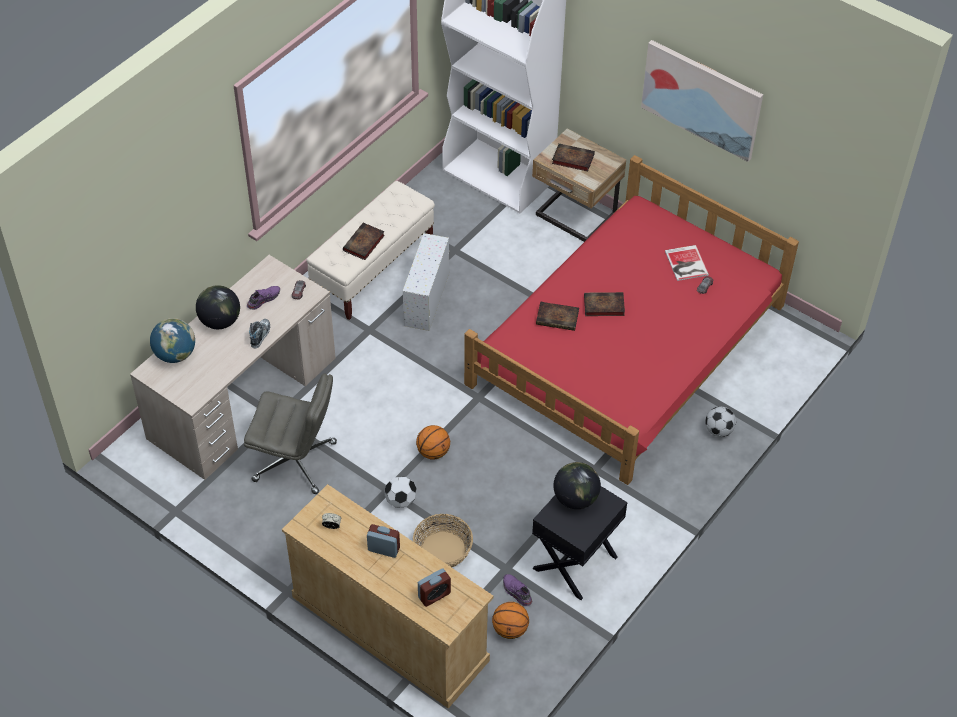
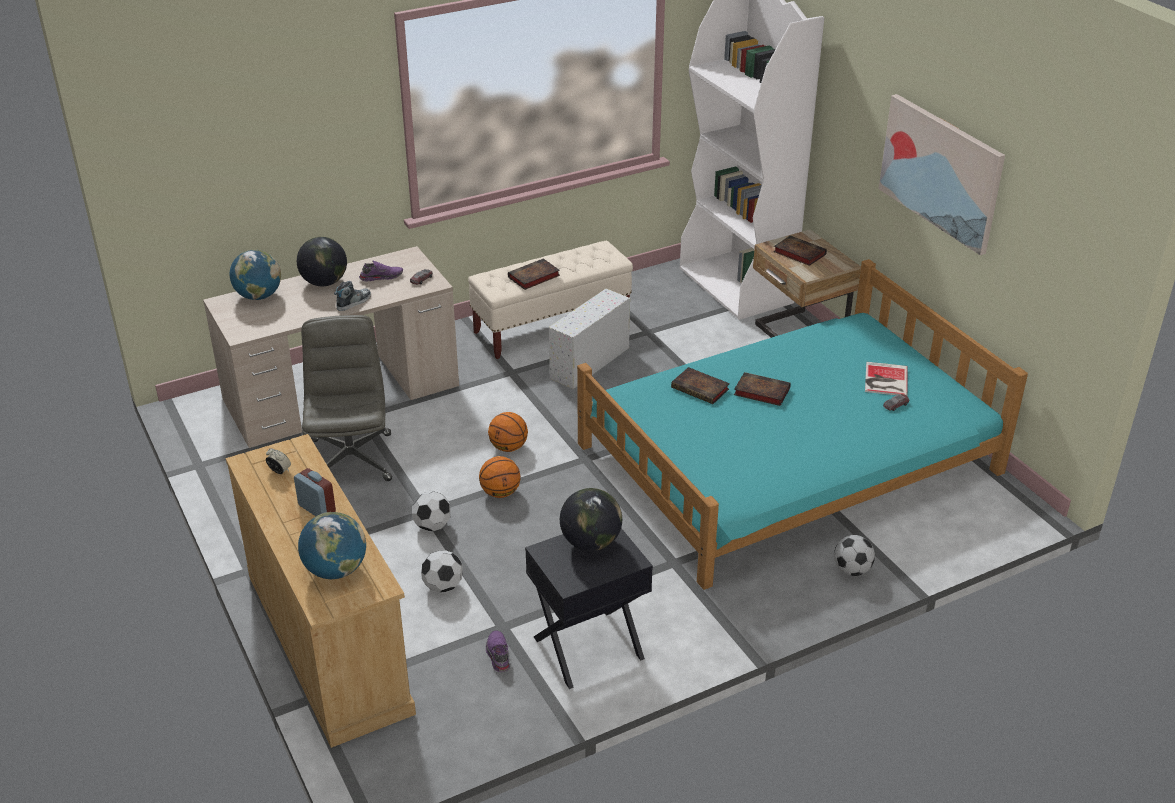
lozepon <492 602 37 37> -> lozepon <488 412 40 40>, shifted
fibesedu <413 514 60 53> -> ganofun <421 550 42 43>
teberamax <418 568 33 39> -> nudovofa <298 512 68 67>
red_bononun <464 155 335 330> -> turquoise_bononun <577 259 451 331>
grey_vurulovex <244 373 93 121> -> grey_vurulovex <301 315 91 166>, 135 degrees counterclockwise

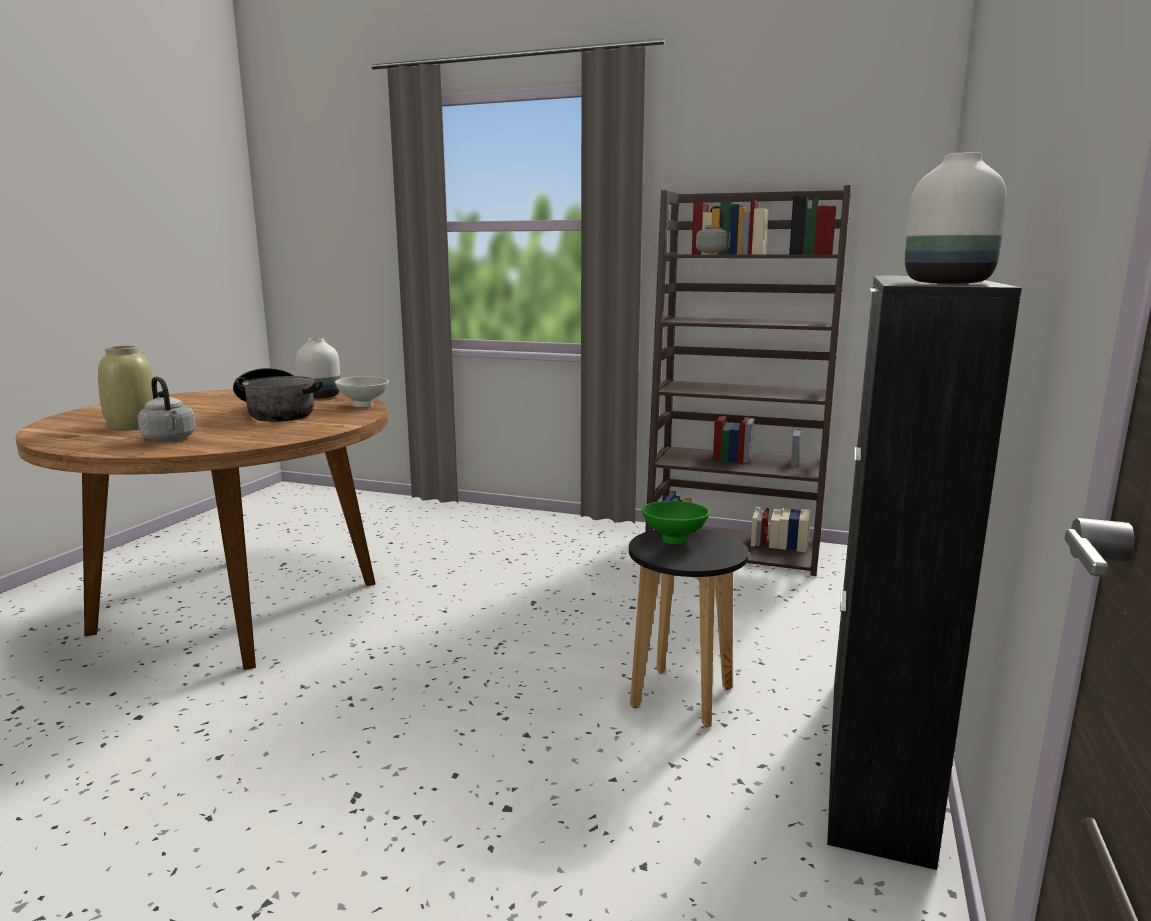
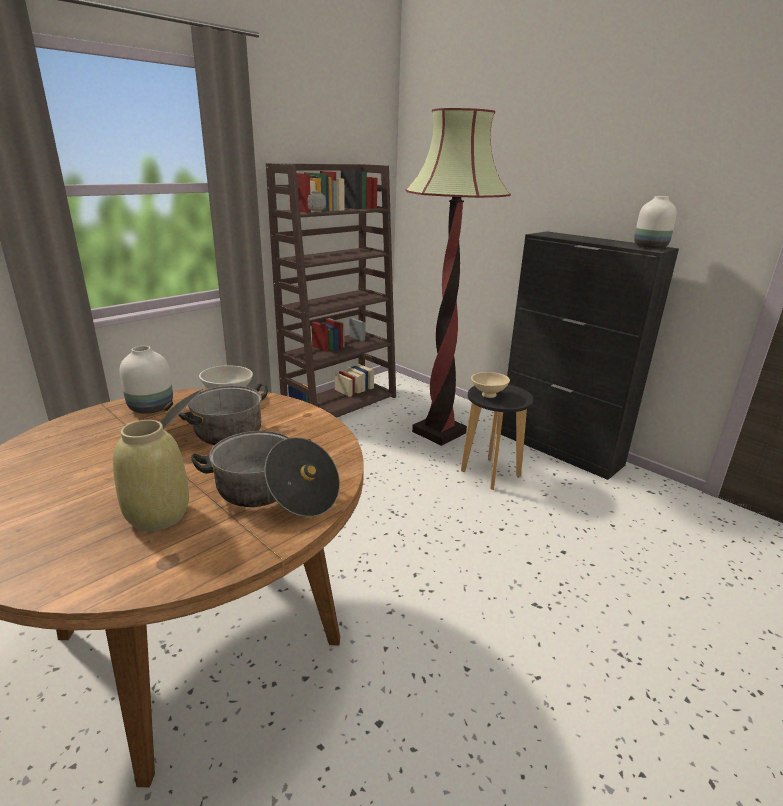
none -> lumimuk <406 108 105 338>
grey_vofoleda <137 377 59 65> -> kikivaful <191 431 149 86>
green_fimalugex <641 501 69 43> -> beige_fimalugex <471 372 39 26>

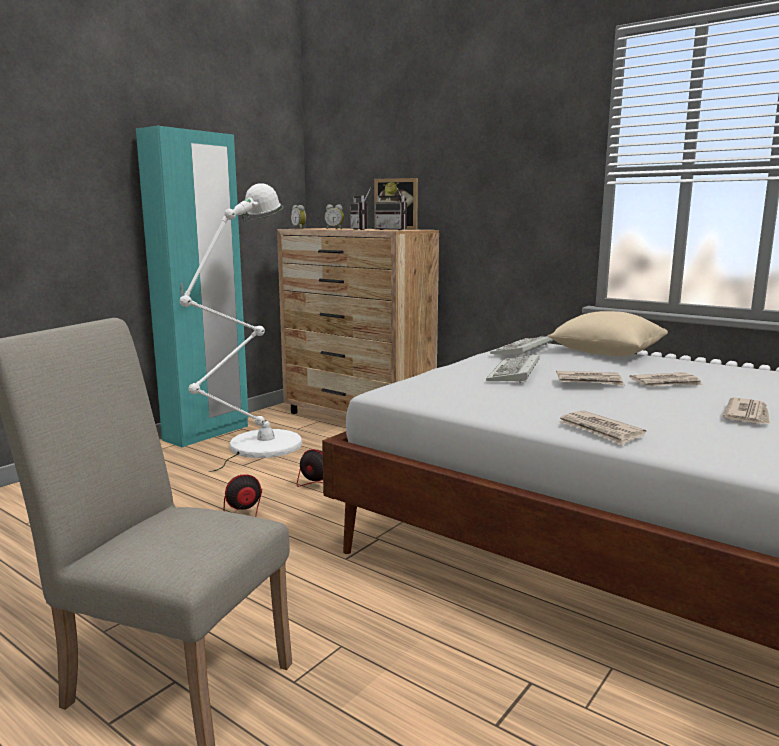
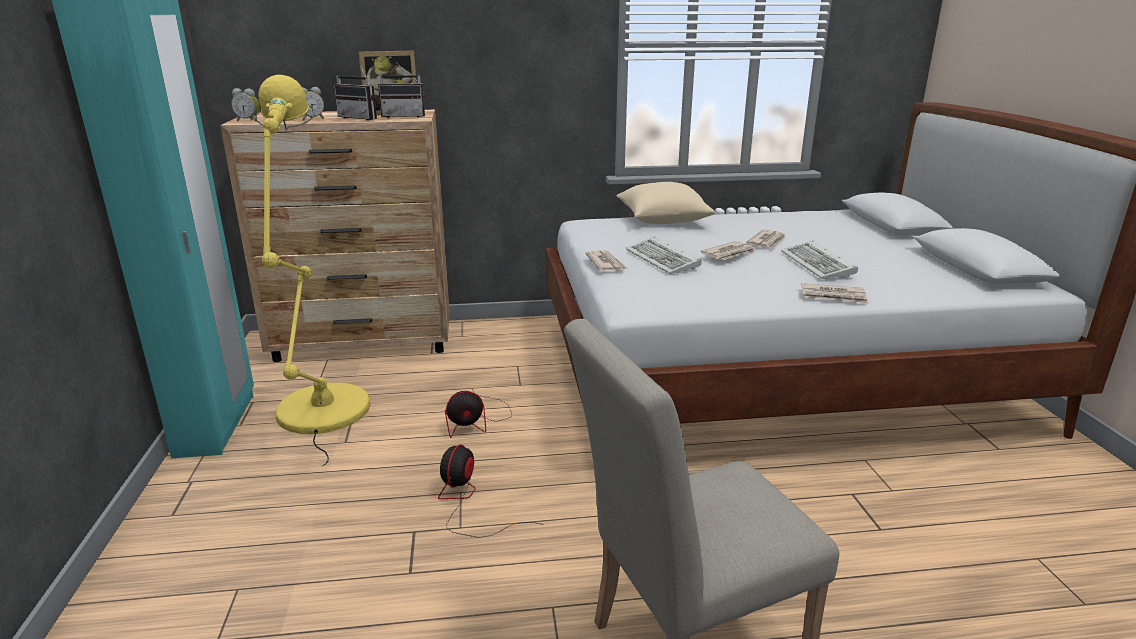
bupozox <490 336 63 21> -> bupozox <781 241 77 38>, shifted
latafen <723 397 47 27> -> latafen <585 251 43 20>, shifted
white_lumimuk <180 183 122 289> -> yellow_lumimuk <255 75 116 392>

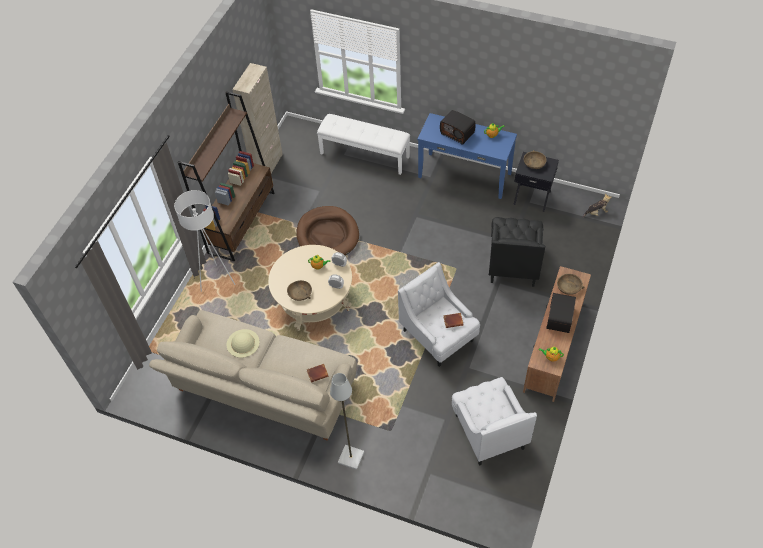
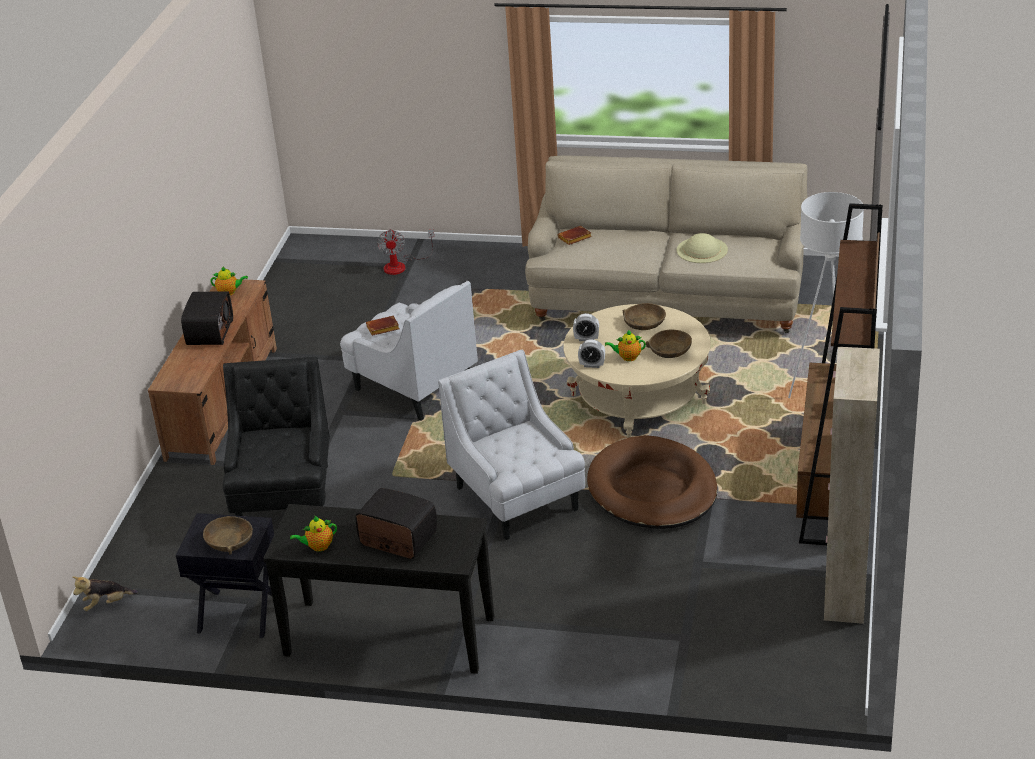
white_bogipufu <317 114 93 61> -> none
grey_lumimuk <330 373 34 97> -> none
none -> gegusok <377 229 57 46>
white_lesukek <452 377 85 89> -> white_lesukek <438 350 147 190>, shifted
brown_fimalugex <557 274 27 21> -> brown_fimalugex <646 330 46 28>, shifted
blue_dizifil <417 113 100 86> -> black_dizifil <263 504 231 170>

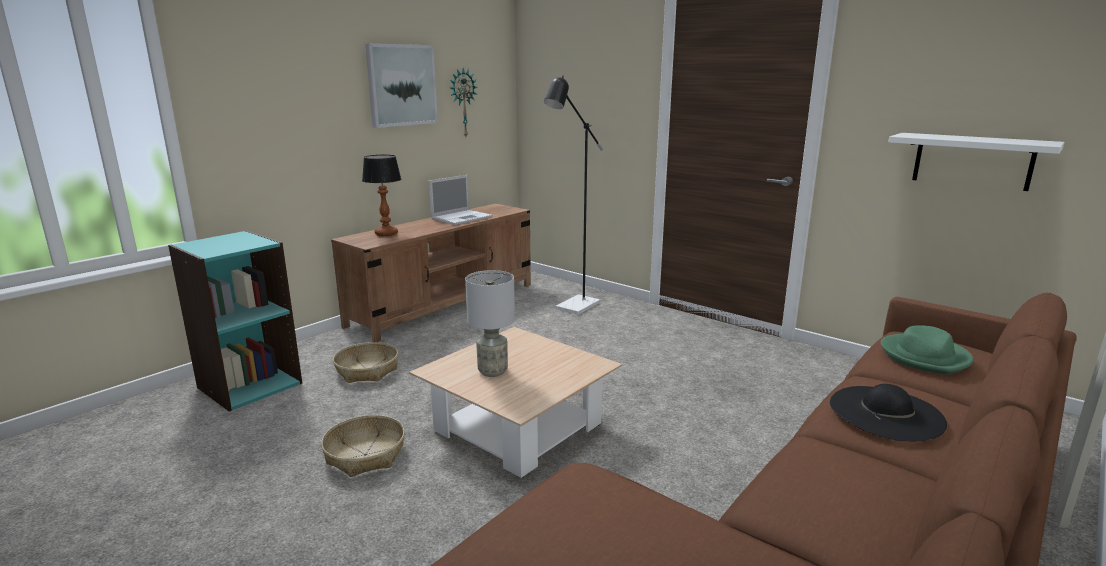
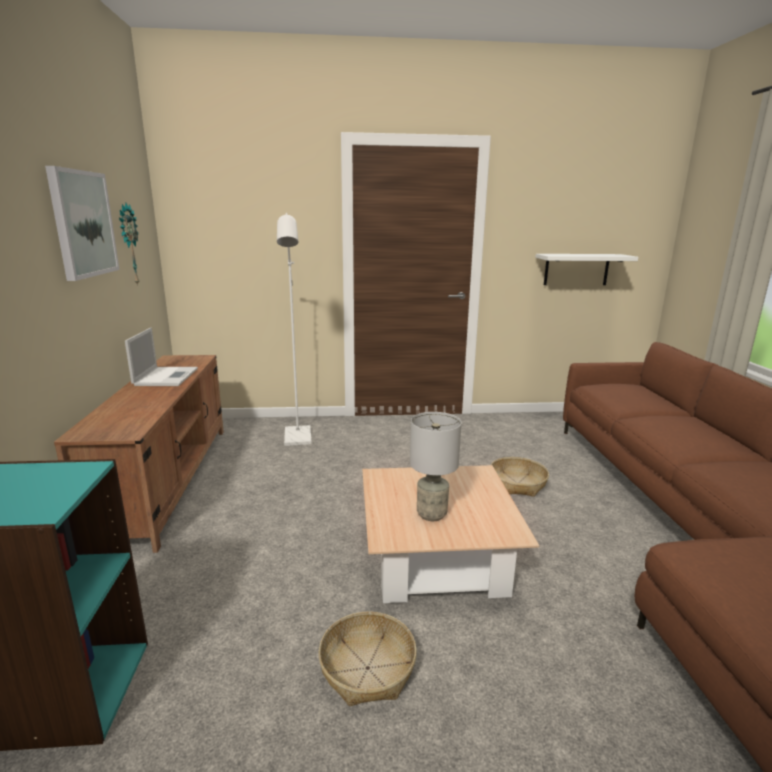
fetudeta <362 155 39 81> -> none
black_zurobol <830 384 117 58> -> none
green_zurobol <881 325 93 50> -> none
fibesedu <333 342 65 41> -> fibesedu <491 457 58 40>, shifted
black_lumimuk <544 75 59 240> -> white_lumimuk <277 213 35 233>

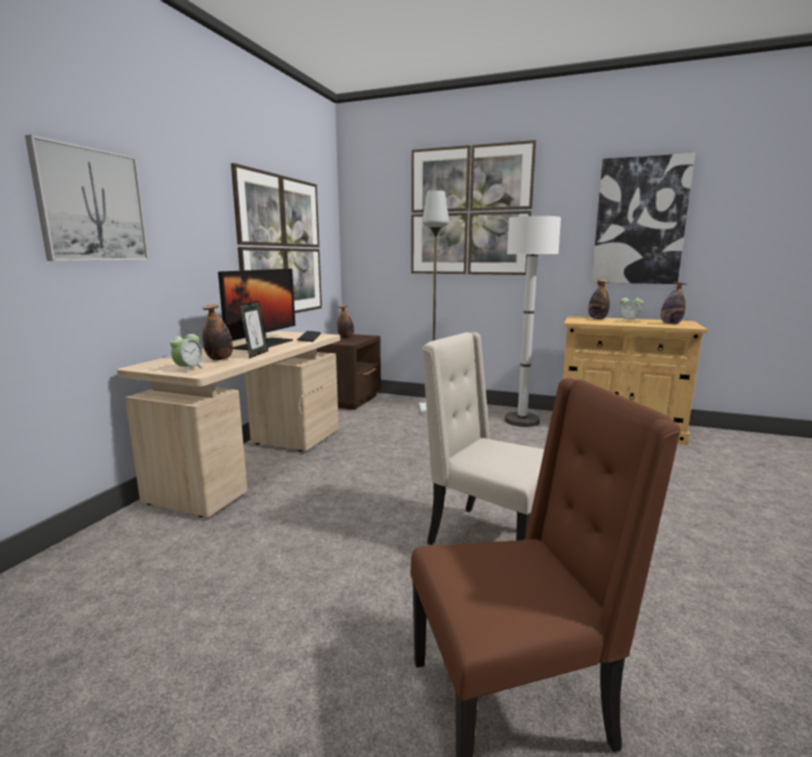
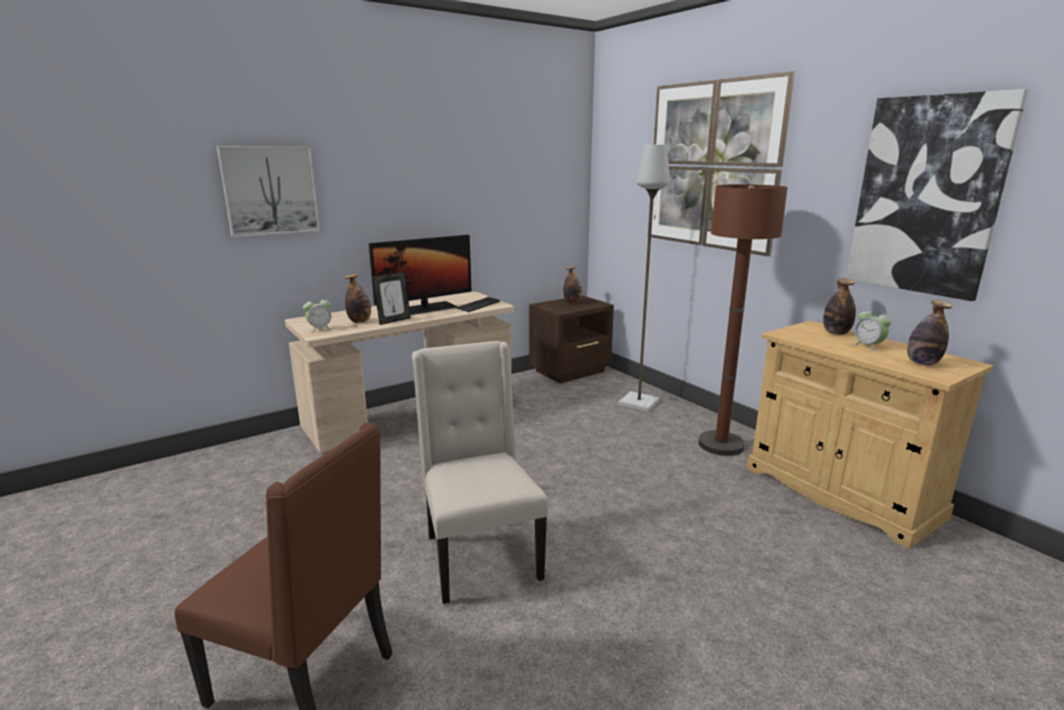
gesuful <231 163 91 150> -> none
white_lumimuk <505 216 56 211> -> brown_lumimuk <698 184 90 272>

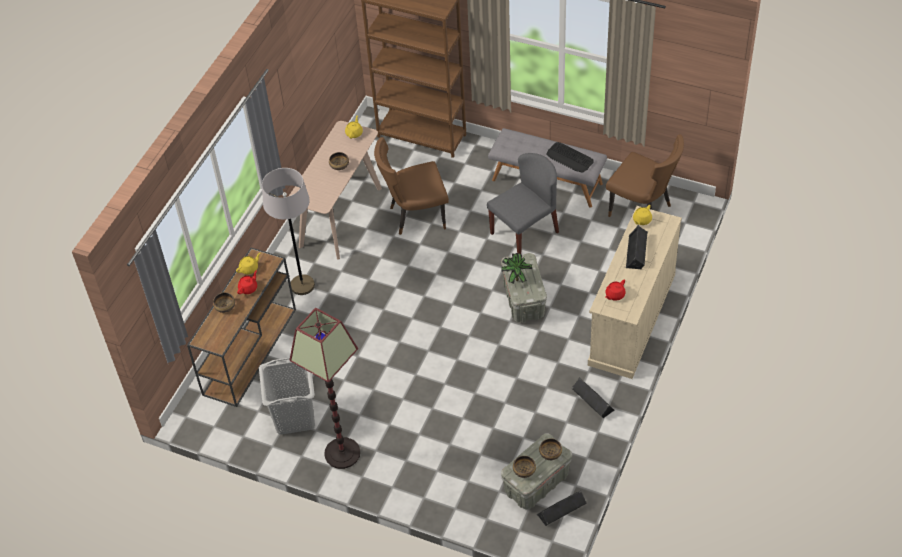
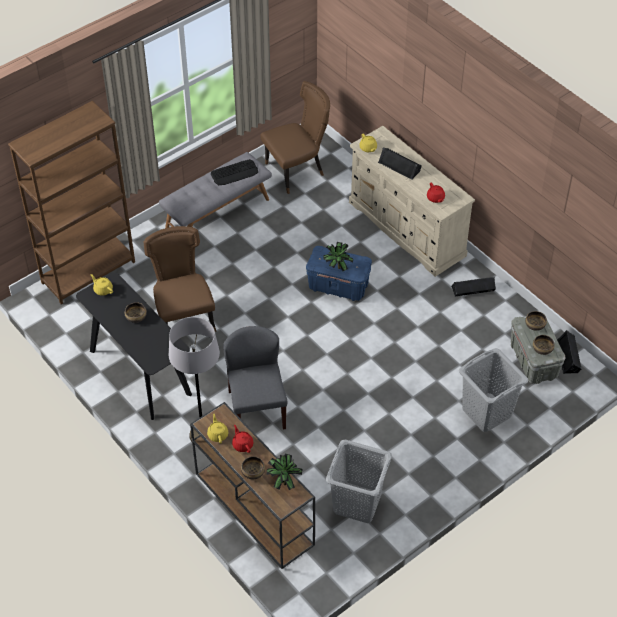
lumimuk <290 308 70 161> -> none
none -> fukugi <267 454 36 36>
none -> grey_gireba <459 348 69 84>
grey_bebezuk <487 153 72 101> -> grey_bebezuk <223 326 65 103>, shifted
beige_dizifil <289 121 93 139> -> black_dizifil <76 273 116 147>
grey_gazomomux <501 253 46 70> -> blue_gazomomux <306 246 66 55>
brown_bebezuk <374 137 75 98> -> brown_bebezuk <144 226 73 106>, 150 degrees clockwise

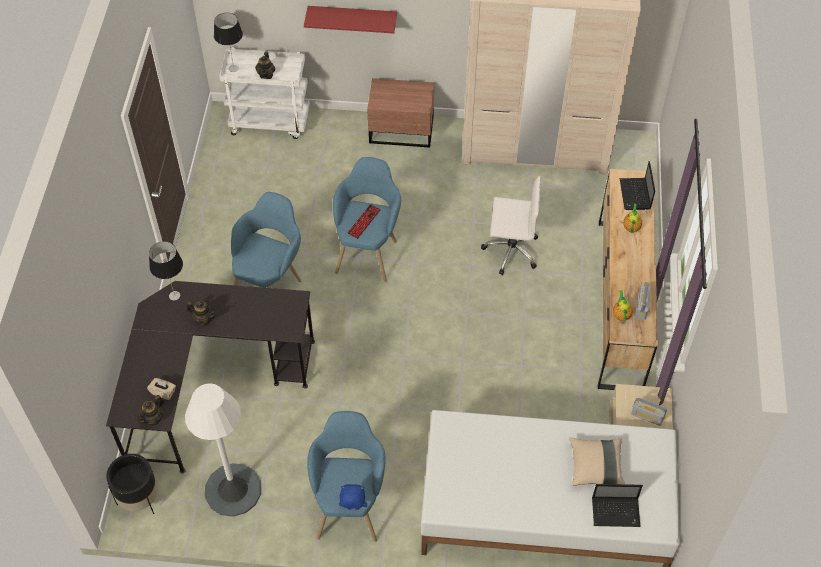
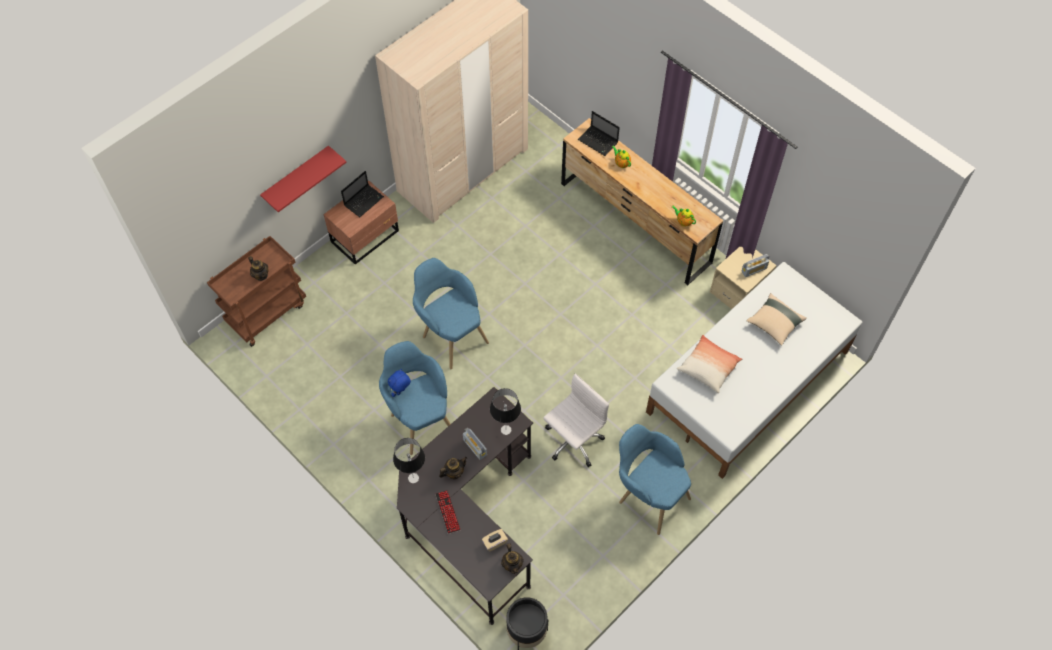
white_lumimuk <185 383 76 134> -> none
none -> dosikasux <677 335 65 58>
fetudeta <214 13 29 59> -> fetudeta <490 388 31 47>, shifted
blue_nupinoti <339 484 28 26> -> blue_nupinoti <388 369 23 28>, shifted
bupozox <347 204 33 35> -> bupozox <435 490 25 44>, shifted
white_vurulovex <481 176 60 99> -> white_vurulovex <543 373 66 94>, shifted
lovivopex <592 484 51 43> -> lovivopex <341 171 43 46>, shifted
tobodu <635 282 16 38> -> tobodu <463 428 24 32>, shifted
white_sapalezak <219 48 91 91> -> brown_sapalezak <207 236 99 111>

